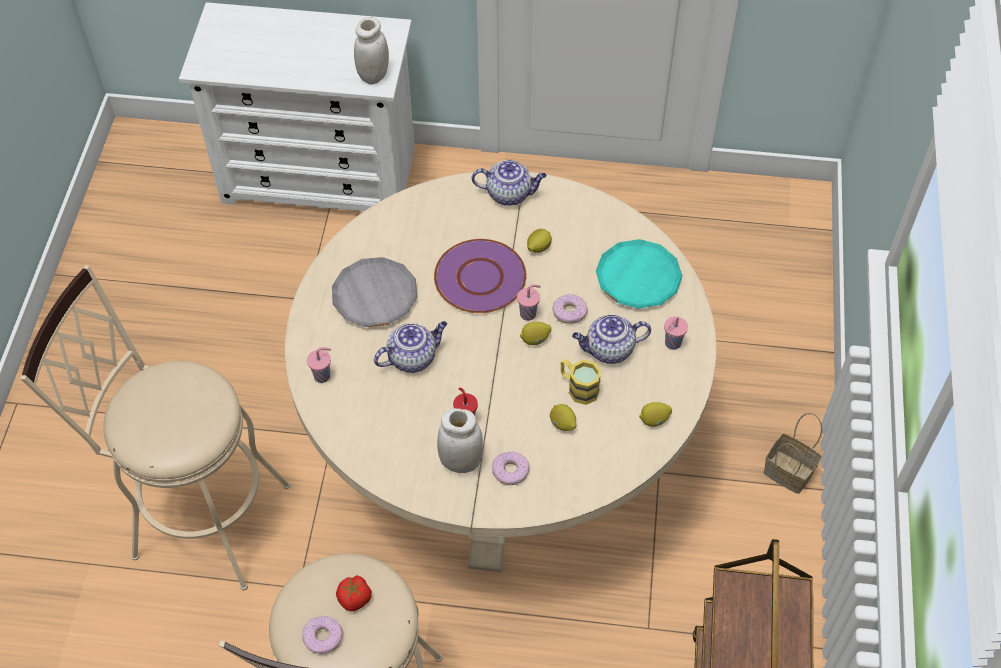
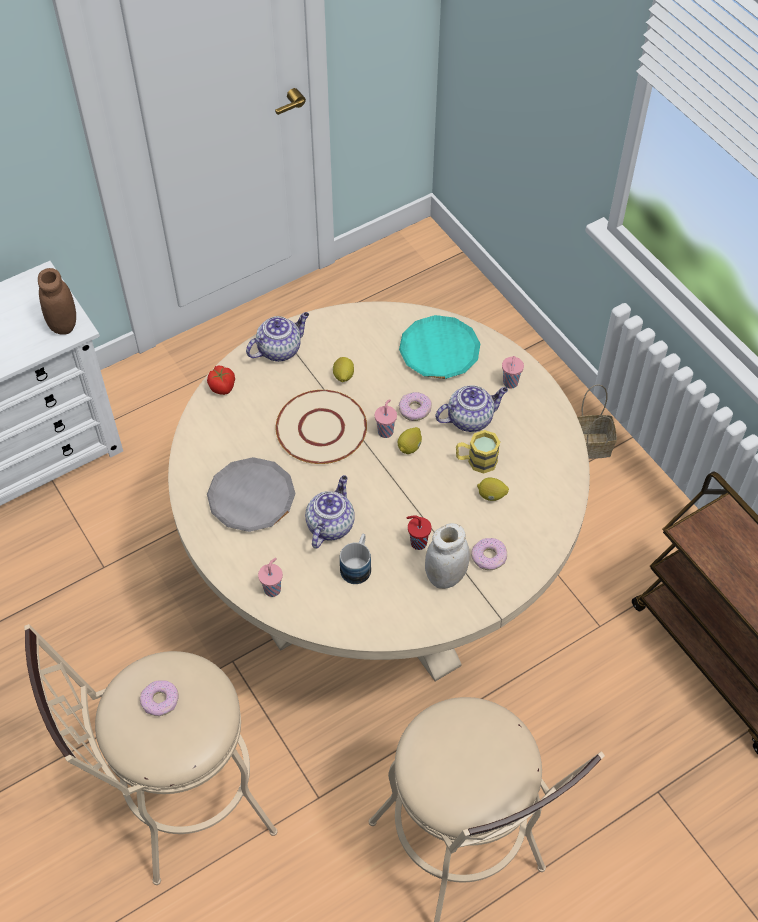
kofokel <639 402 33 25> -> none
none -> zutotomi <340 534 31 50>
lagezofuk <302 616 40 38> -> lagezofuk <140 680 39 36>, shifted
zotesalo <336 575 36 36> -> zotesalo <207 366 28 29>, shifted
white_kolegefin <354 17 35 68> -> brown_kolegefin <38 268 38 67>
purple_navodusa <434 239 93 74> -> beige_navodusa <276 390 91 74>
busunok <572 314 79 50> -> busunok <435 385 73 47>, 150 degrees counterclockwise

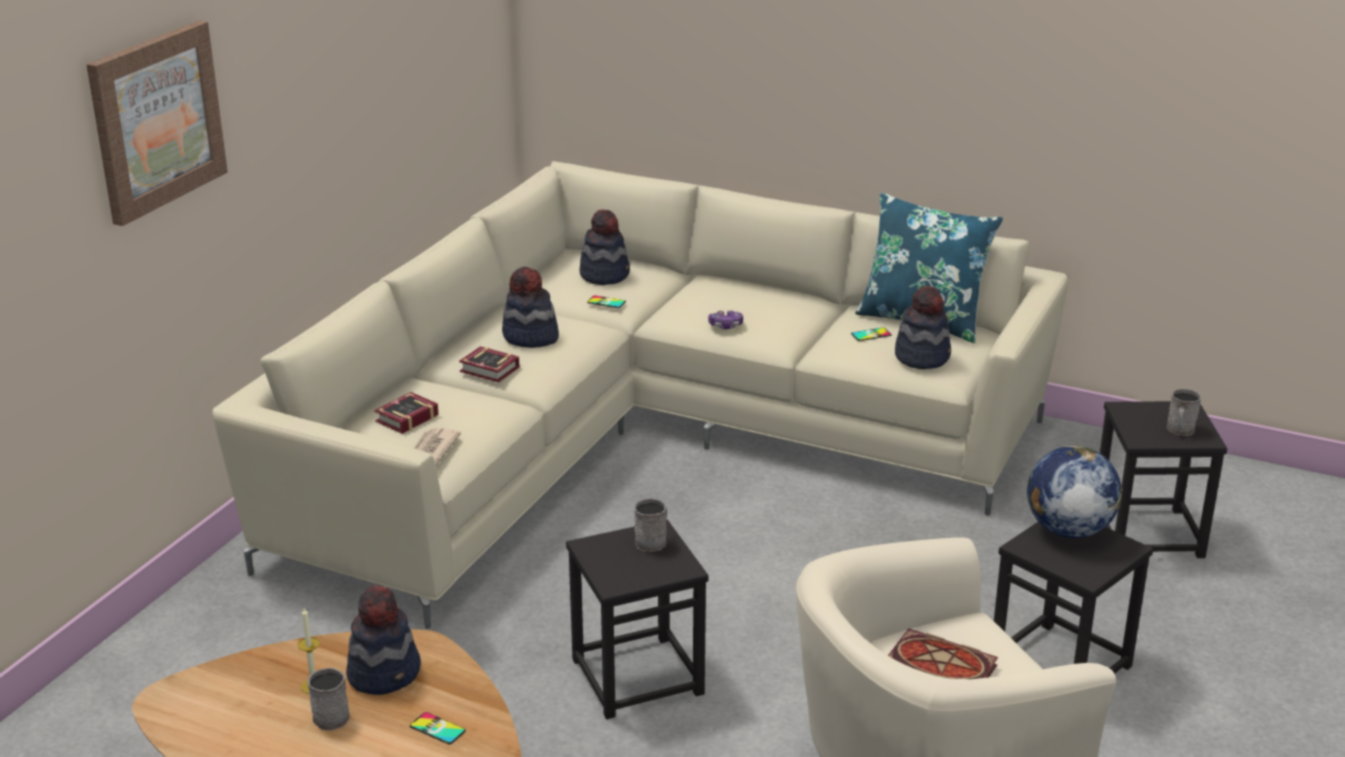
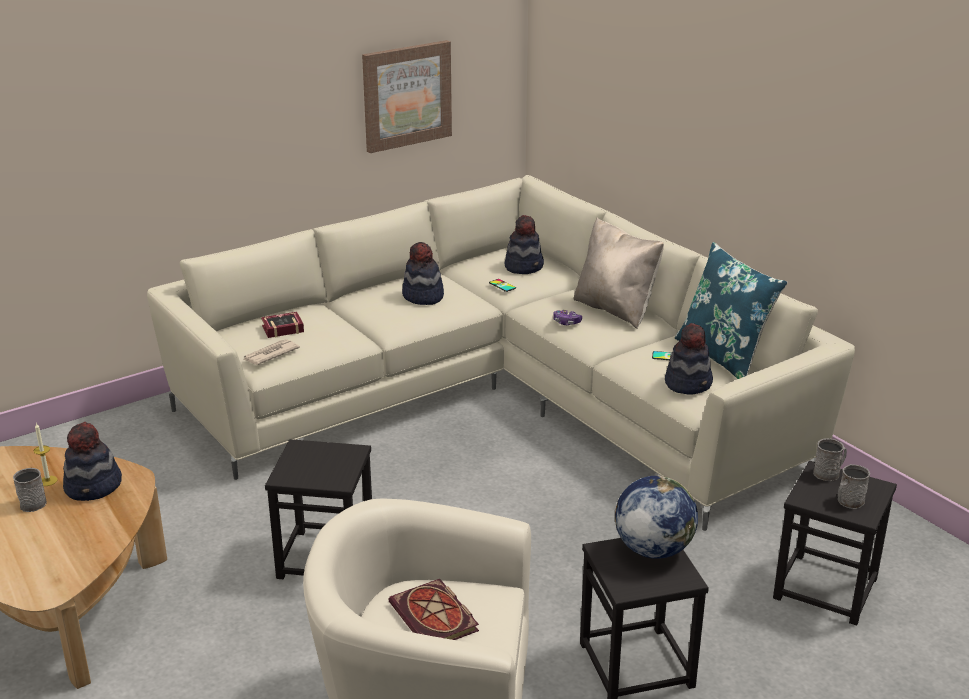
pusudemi <410 712 56 32> -> none
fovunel <459 346 61 36> -> none
none -> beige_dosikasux <573 218 91 111>
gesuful <86 21 142 205> -> gesuful <362 40 90 113>, shifted
grey_zutotomi <634 498 33 54> -> grey_zutotomi <813 438 34 43>, shifted

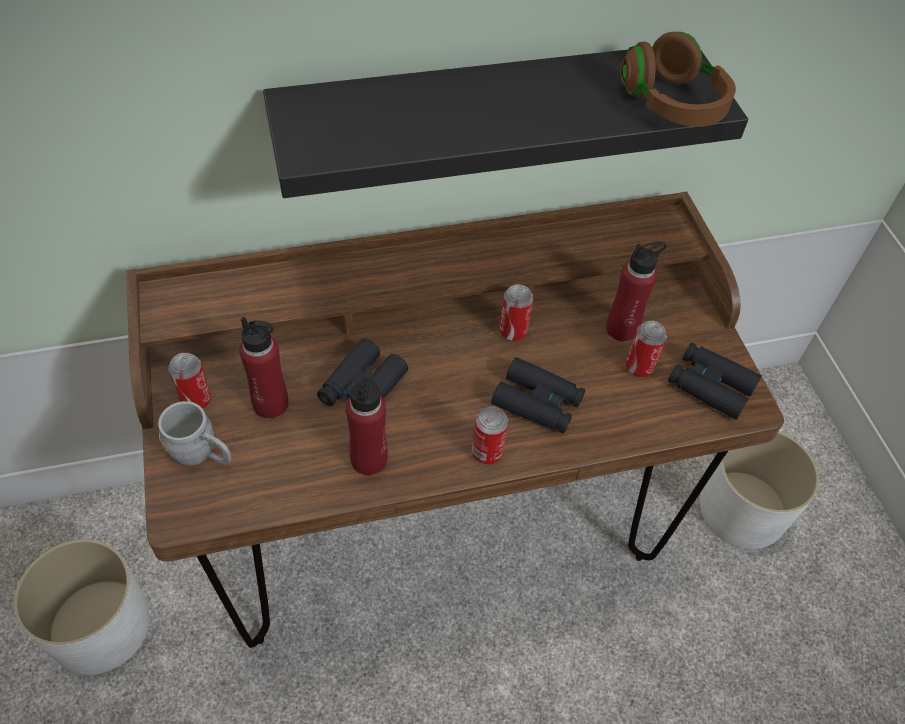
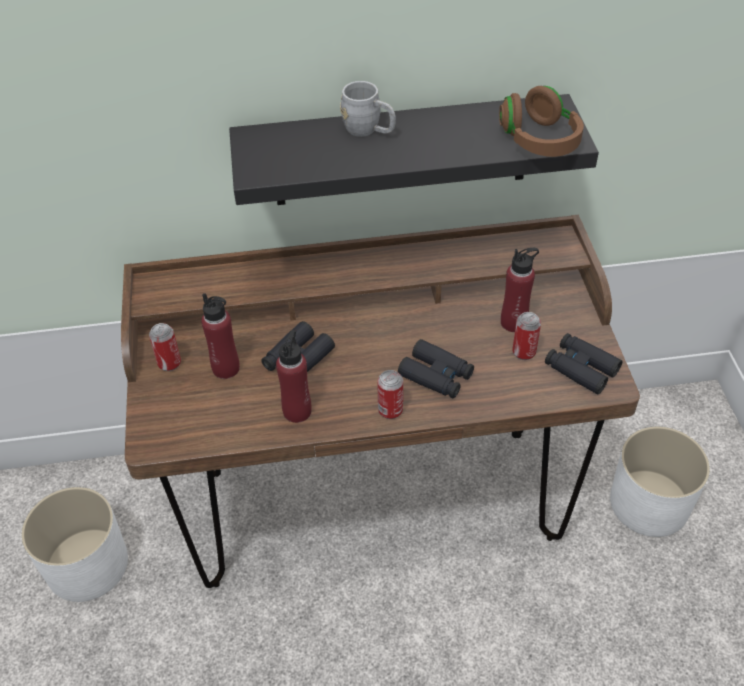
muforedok <499 284 34 58> -> none
grey_zutotomi <158 401 74 65> -> grey_zutotomi <340 81 56 56>, shifted

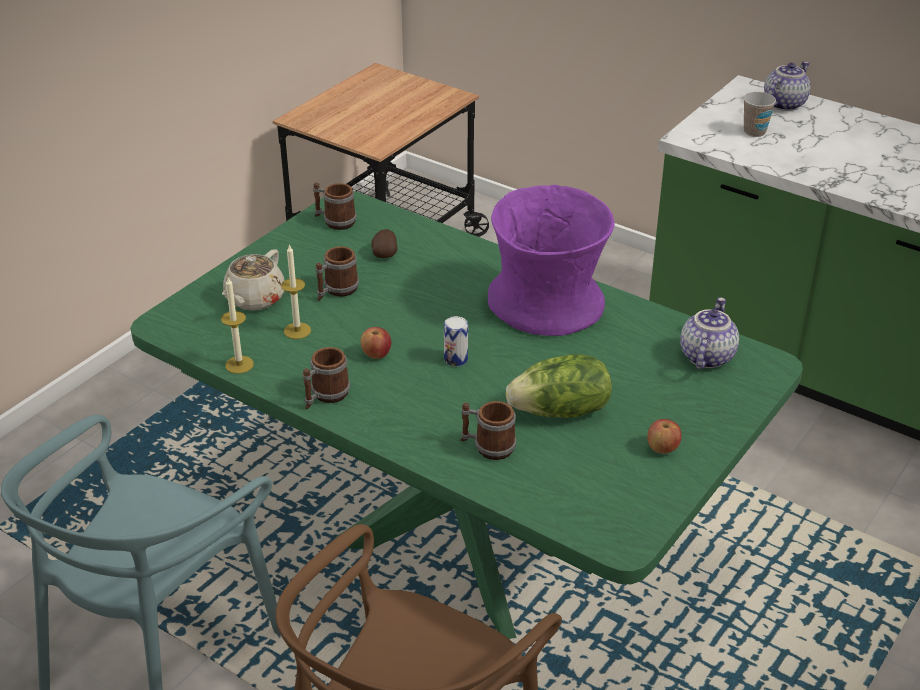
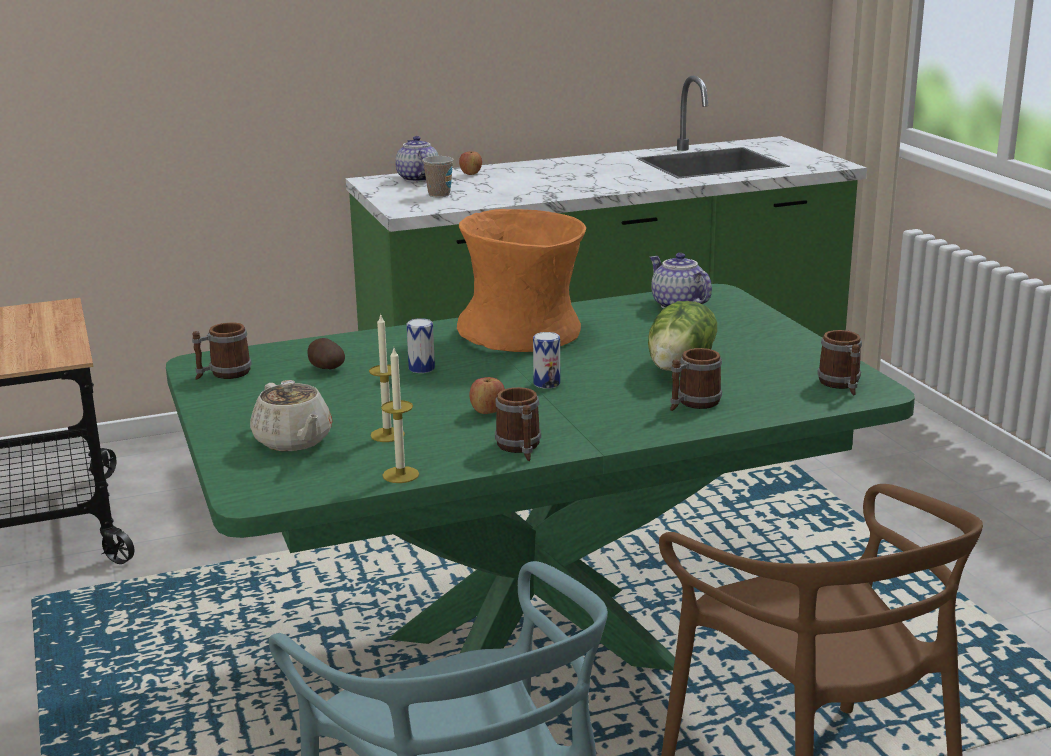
none -> muforedok <407 318 28 55>
zutotomi <315 246 44 55> -> zutotomi <817 330 45 66>, shifted
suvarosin <647 419 35 35> -> suvarosin <459 151 23 24>, shifted
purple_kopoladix <488 185 127 151> -> orange_kopoladix <457 209 129 143>

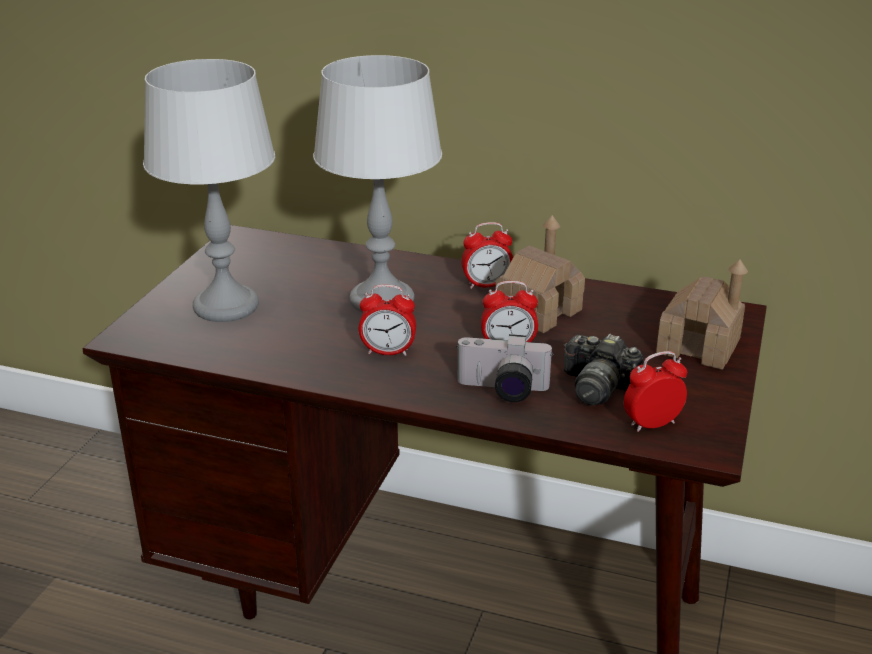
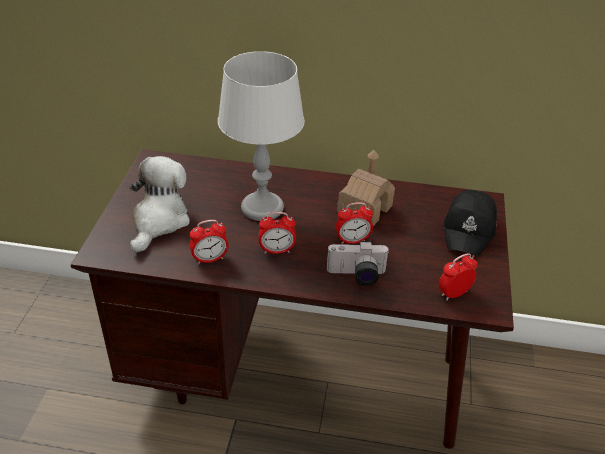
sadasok <564 334 80 72> -> none
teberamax <462 222 51 67> -> teberamax <190 220 39 44>, shifted
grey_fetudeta <143 59 132 263> -> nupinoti <130 156 60 97>
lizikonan <656 259 92 111> -> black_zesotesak <443 190 54 66>

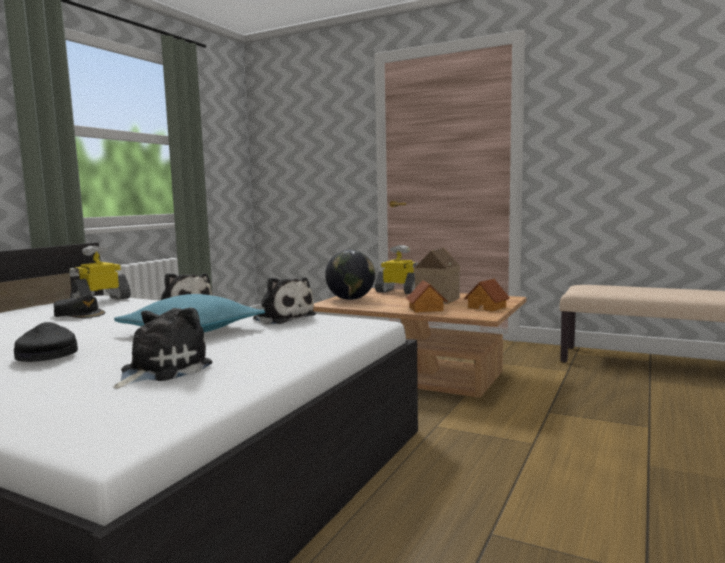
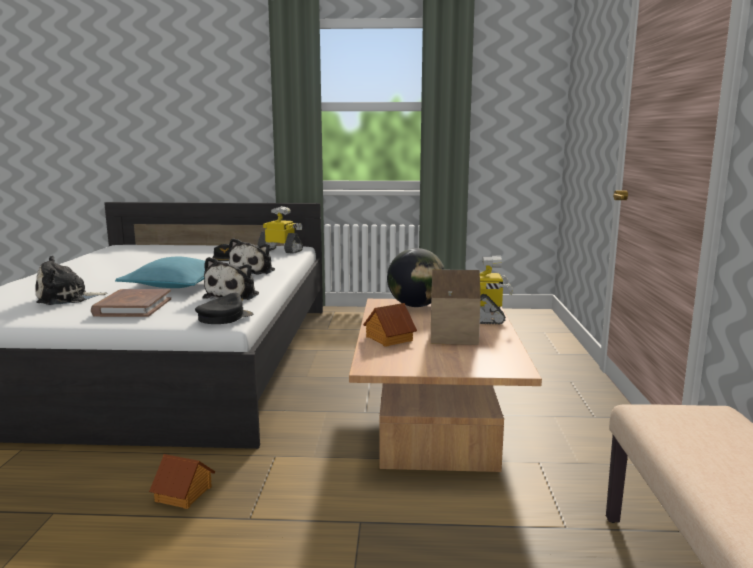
none -> brown_fovunel <91 289 80 28>
black_zesotesak <14 322 64 40> -> black_zesotesak <195 293 58 31>, shifted
lizikonan <464 279 46 32> -> lizikonan <149 454 66 55>, shifted
nupinoti <113 308 100 81> -> nupinoti <35 256 73 49>, 150 degrees clockwise

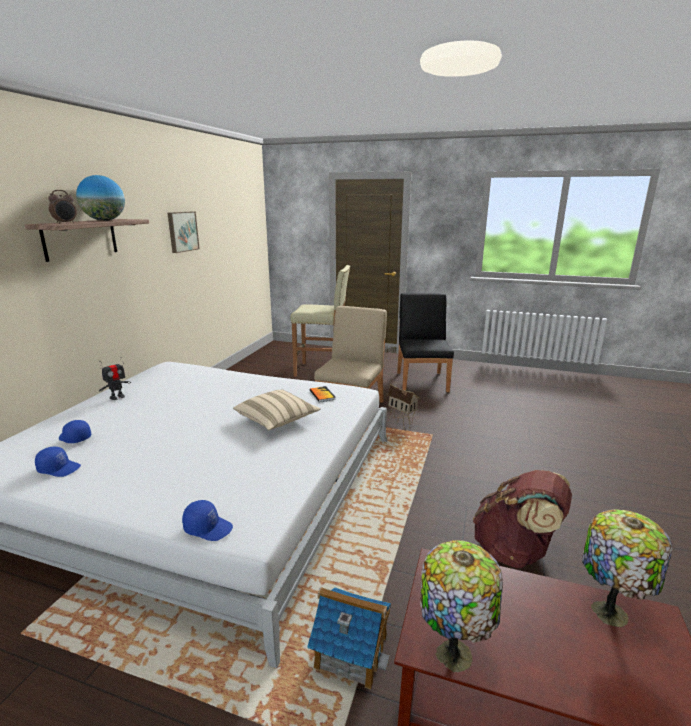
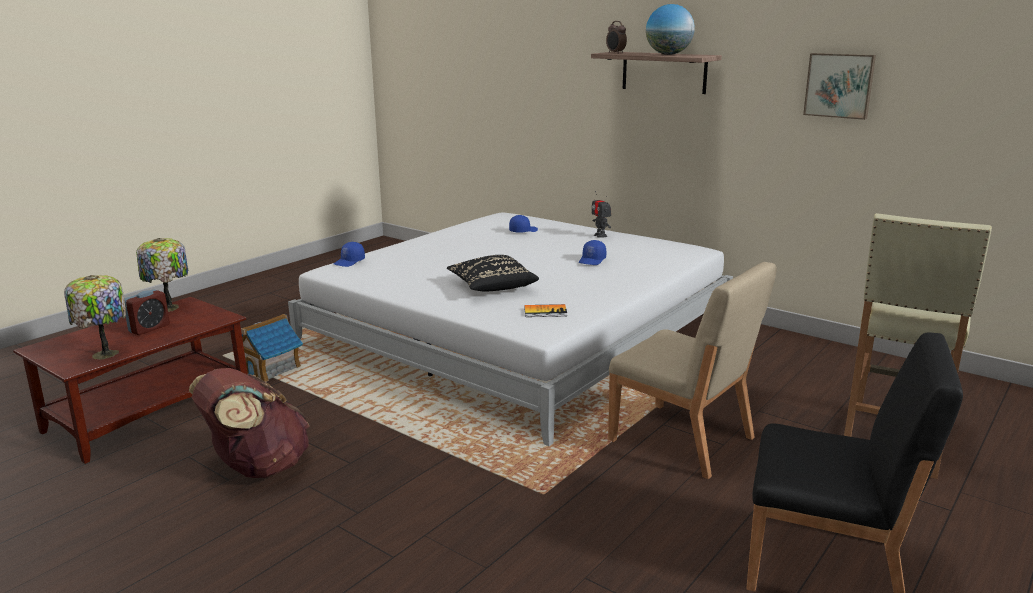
lizikonan <387 384 33 45> -> none
none -> teberamax <124 289 46 46>
blue_zesotesak <35 447 46 30> -> blue_zesotesak <579 240 27 25>, shifted
beige_dosikasux <233 390 88 40> -> black_dosikasux <447 255 92 36>

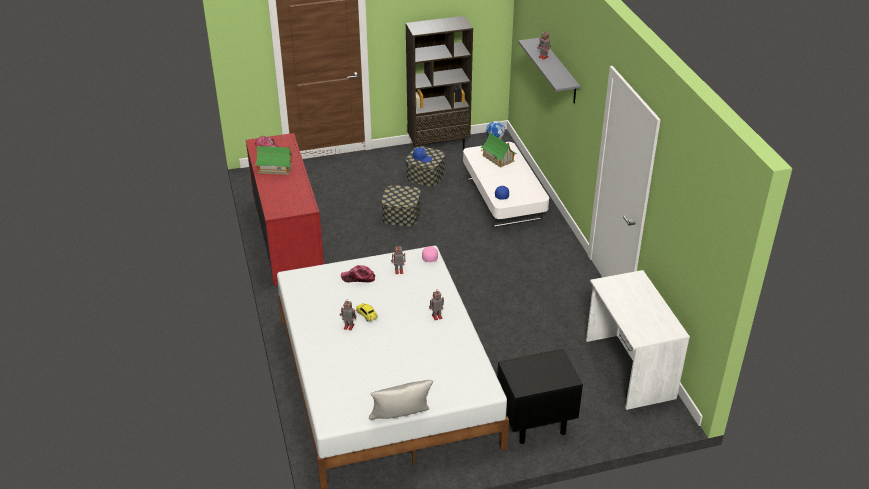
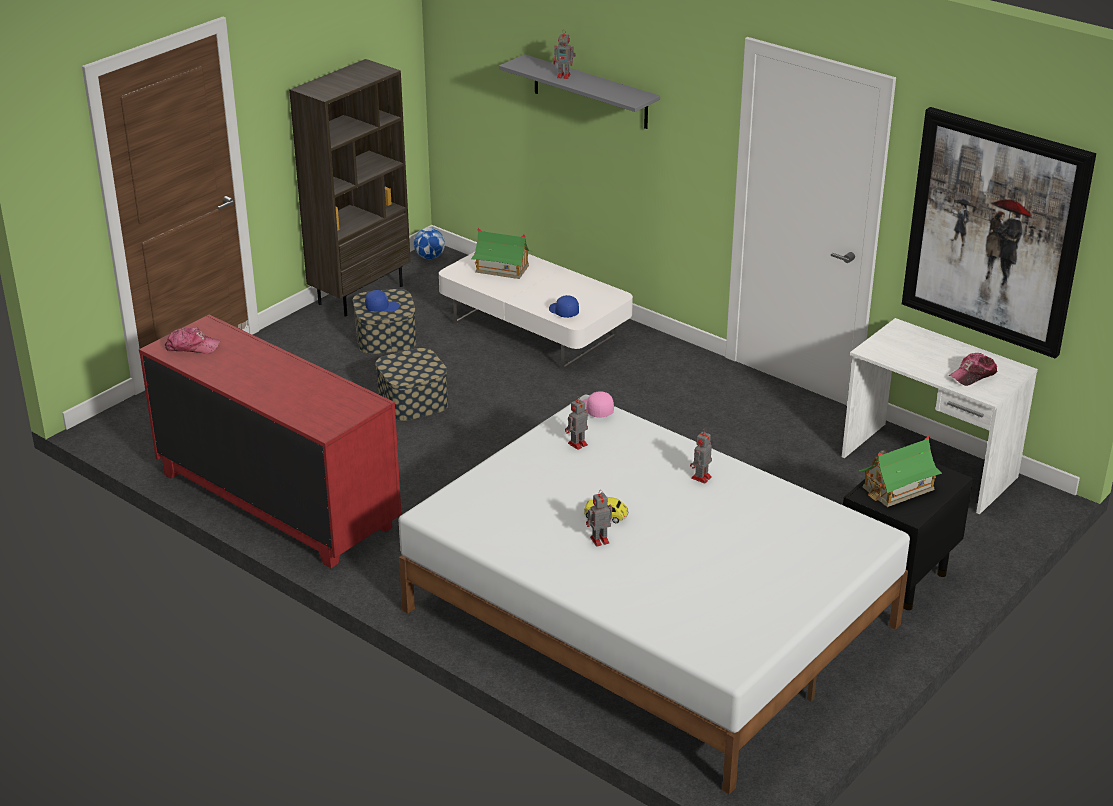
grey_dosikasux <369 380 64 40> -> none
none -> gesuful <902 107 194 252>
lizikonan <255 144 38 31> -> lizikonan <859 435 83 72>, shifted
zesotesak <341 265 34 18> -> zesotesak <949 353 48 33>, shifted

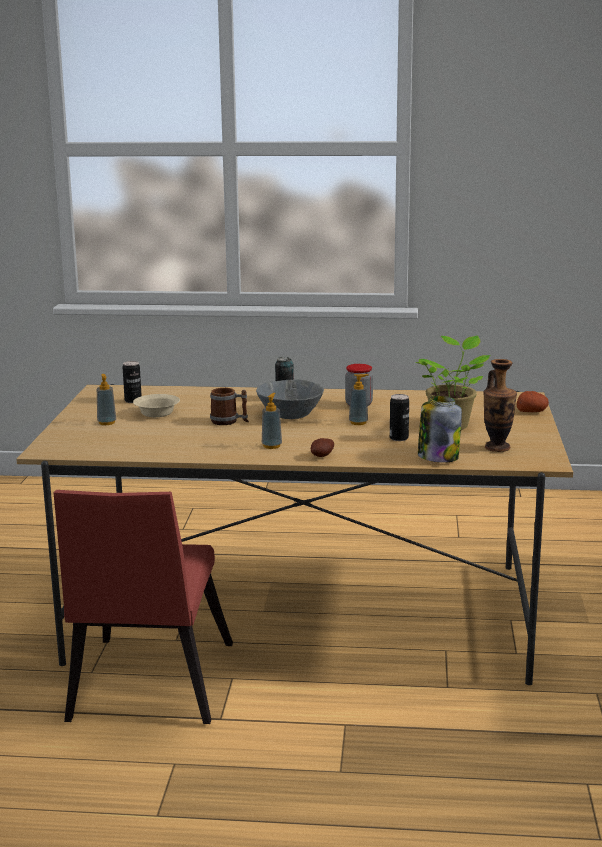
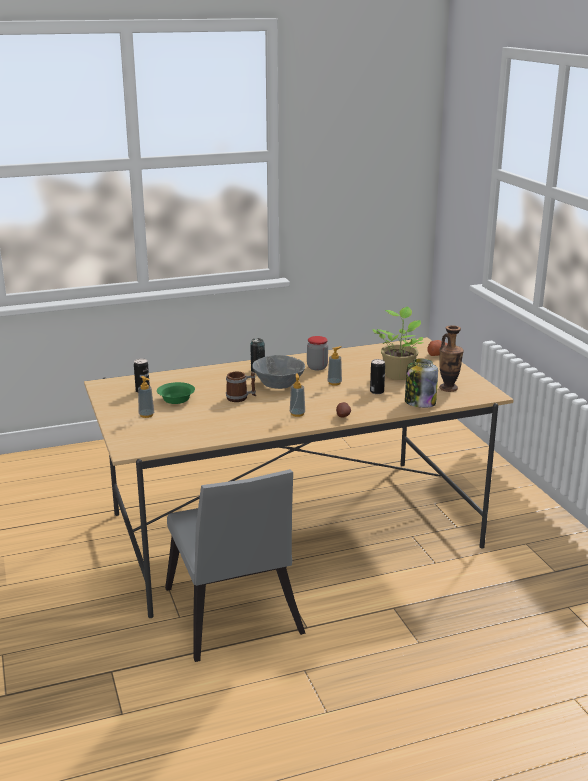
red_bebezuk <53 490 180 234> -> grey_bebezuk <165 469 140 193>
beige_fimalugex <133 394 47 23> -> green_fimalugex <157 382 38 22>

